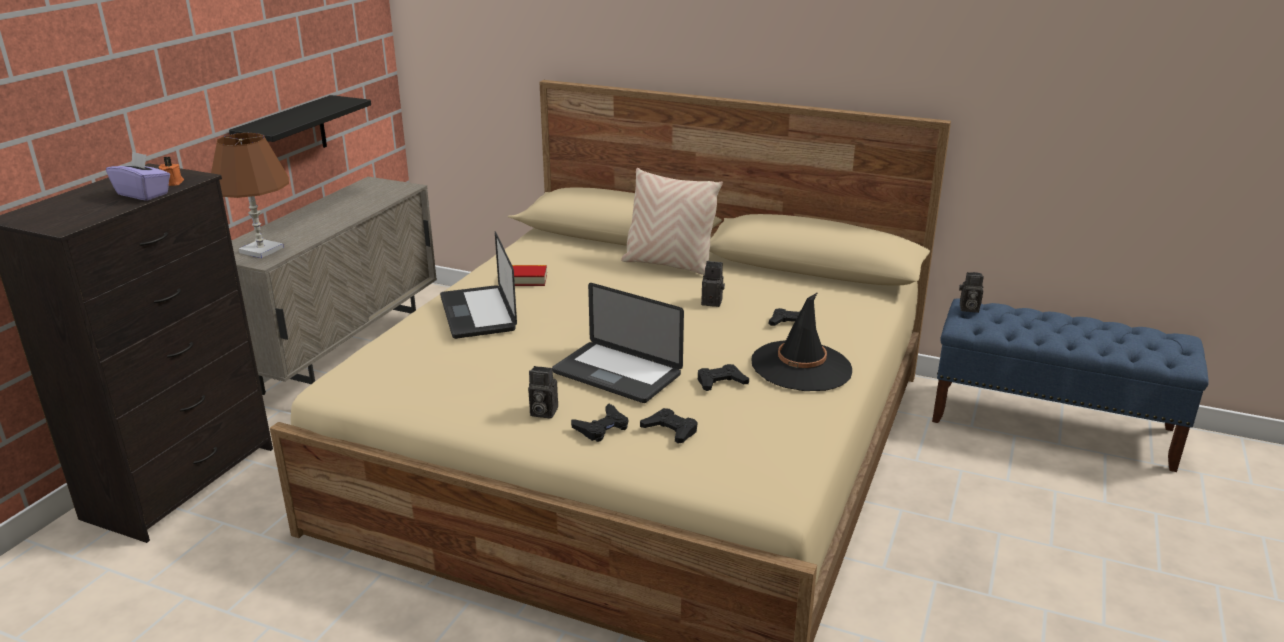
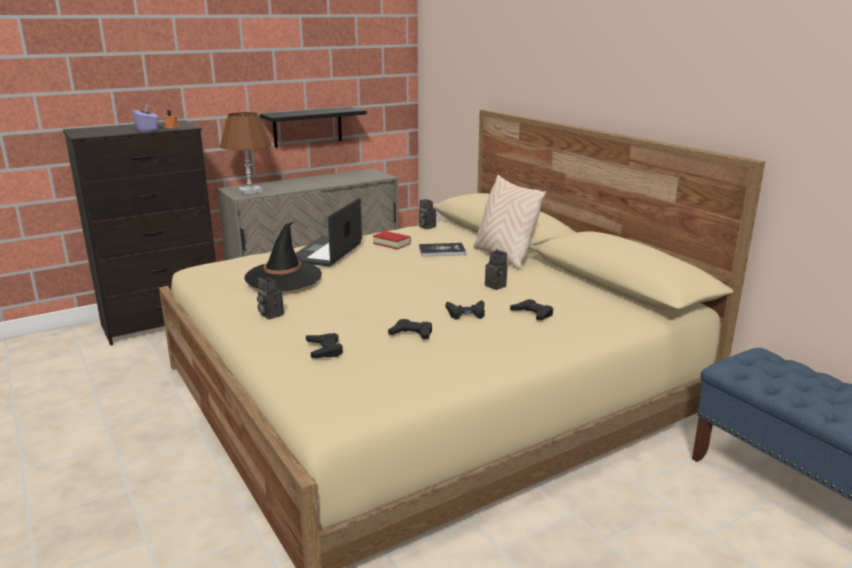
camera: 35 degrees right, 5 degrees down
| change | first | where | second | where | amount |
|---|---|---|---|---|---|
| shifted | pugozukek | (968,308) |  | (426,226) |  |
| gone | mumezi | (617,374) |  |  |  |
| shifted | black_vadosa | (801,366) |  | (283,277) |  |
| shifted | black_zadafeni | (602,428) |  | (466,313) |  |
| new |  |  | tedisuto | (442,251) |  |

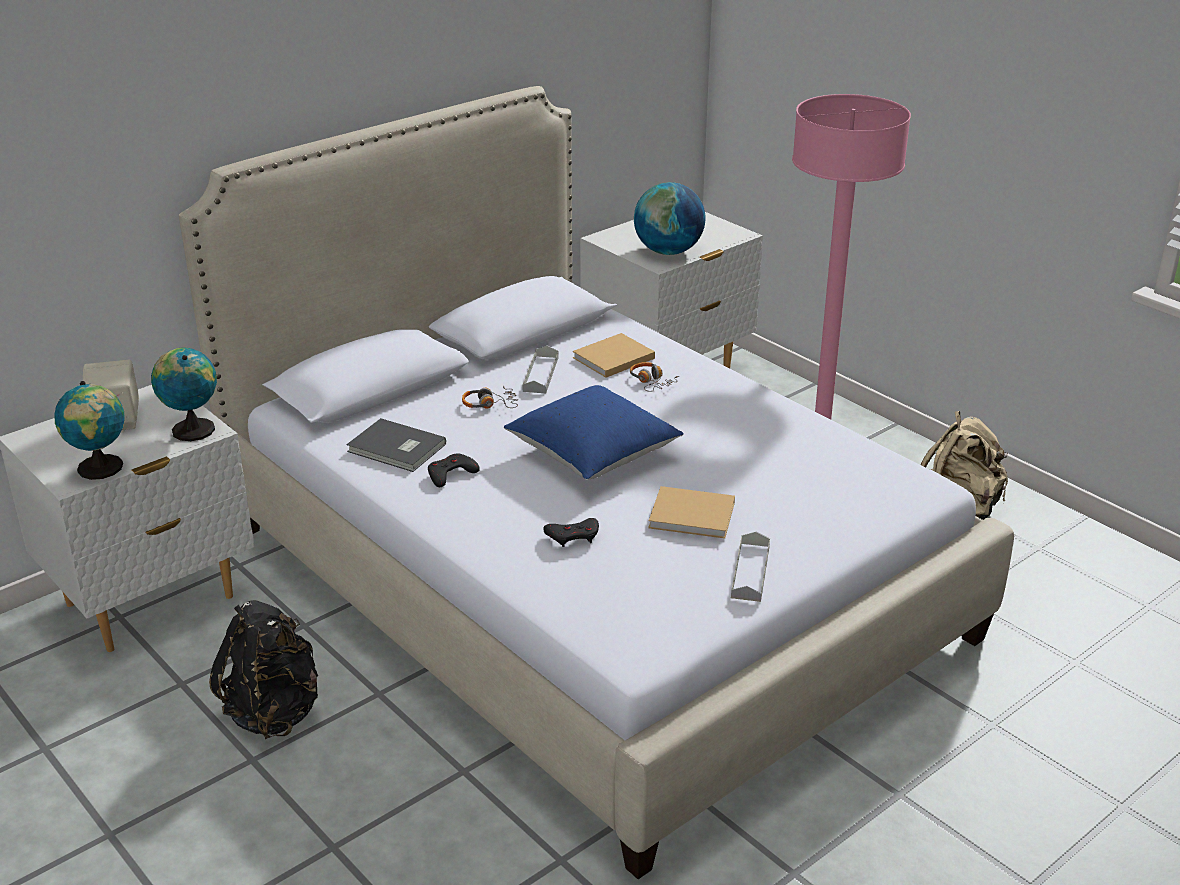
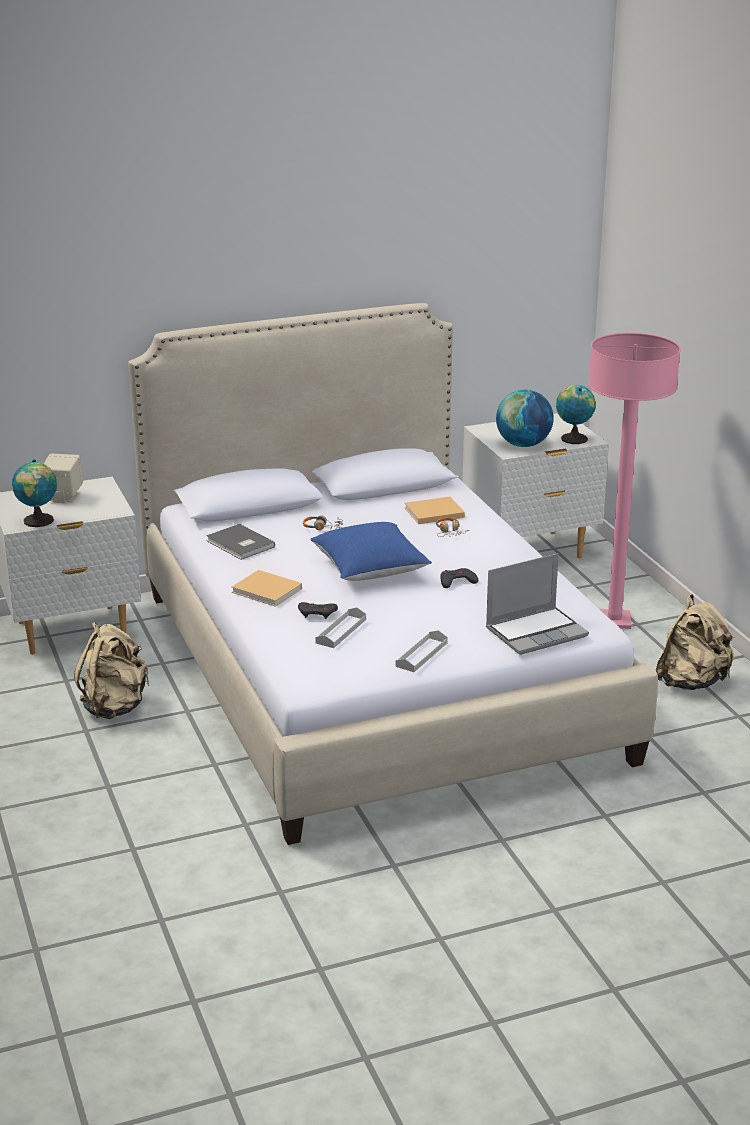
camera: 20 degrees right, 5 degrees down
| change | first | where | second | where | amount |
|---|---|---|---|---|---|
| shifted | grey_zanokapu | (540,374) |  | (341,631) |  |
| shifted | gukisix | (191,429) |  | (573,438) |  |
| shifted | black_zadafeni | (451,474) |  | (457,581) |  |
| shifted | beige_tedisuto | (694,516) |  | (268,591) |  |
| repainted | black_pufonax | (274,711) | beige_pufonax | (115,707) |  |
| new |  |  | mumezi | (536,632) |  |

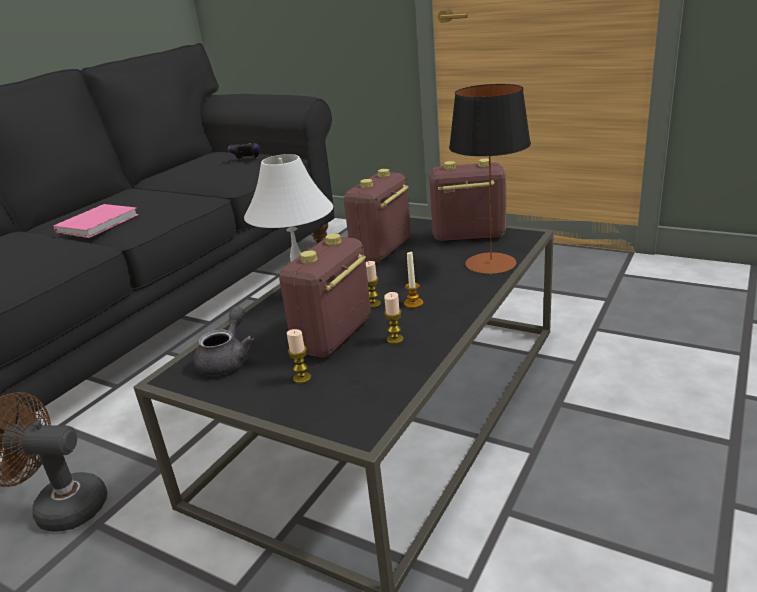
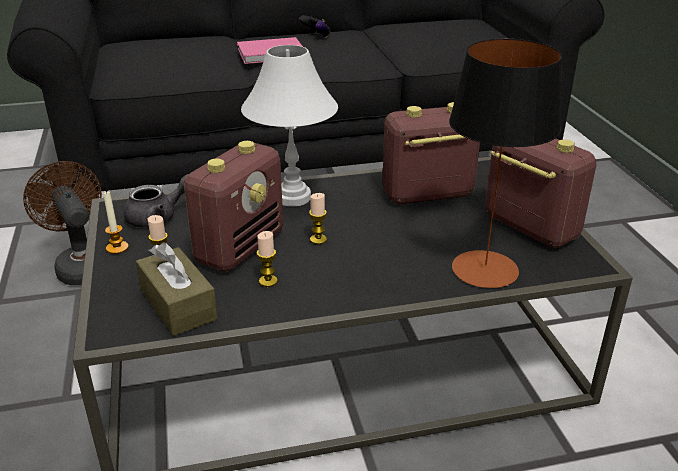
camera: 45 degrees right, 5 degrees up
| change | first | where | second | where | amount |
|---|---|---|---|---|---|
| shifted | zadafeni | (247,160) |  | (316,37) |  |
| rotated | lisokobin | (333,337) |  | (240,247) | 135 degrees clockwise |
| shifted | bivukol | (413,303) |  | (117,248) |  |
| new |  |  | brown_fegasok | (178,305) |  |

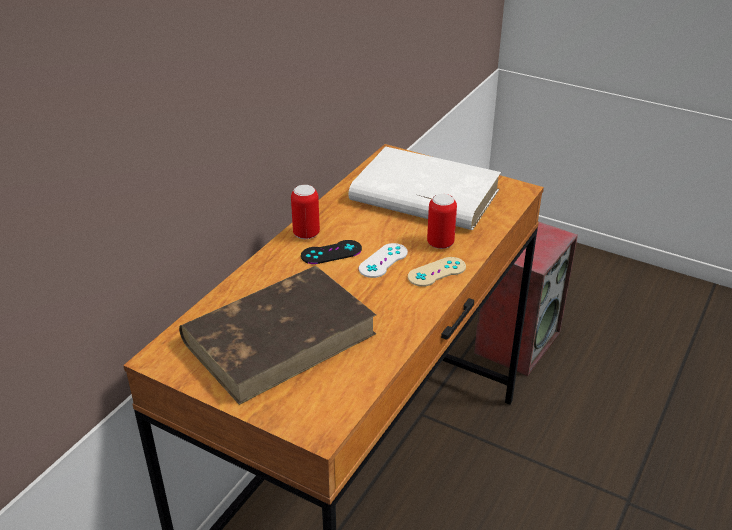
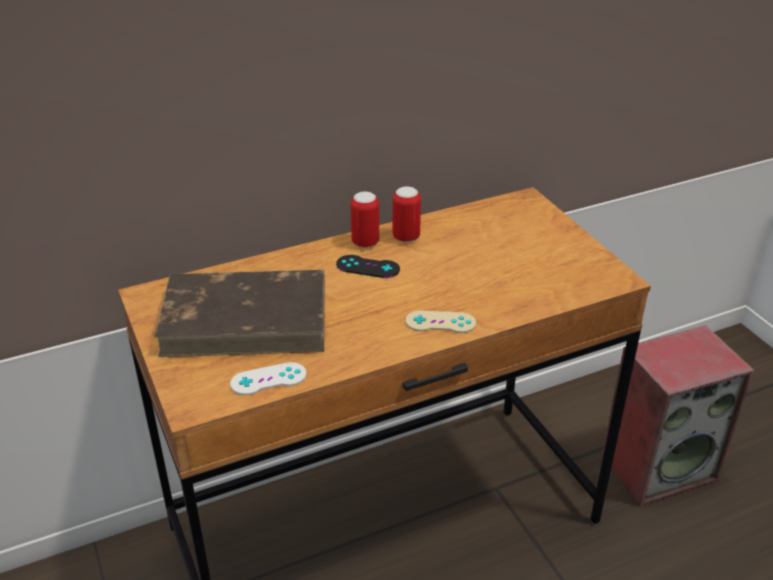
camera: 35 degrees right, 0 degrees up
| change | first | where | second | where | amount |
|---|---|---|---|---|---|
| gone | white_tedisuto | (423,196) |  |  |  |
| shifted | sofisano | (440,243) |  | (406,237) |  |
| shifted | white_zadafeni | (383,261) |  | (268,379) |  |

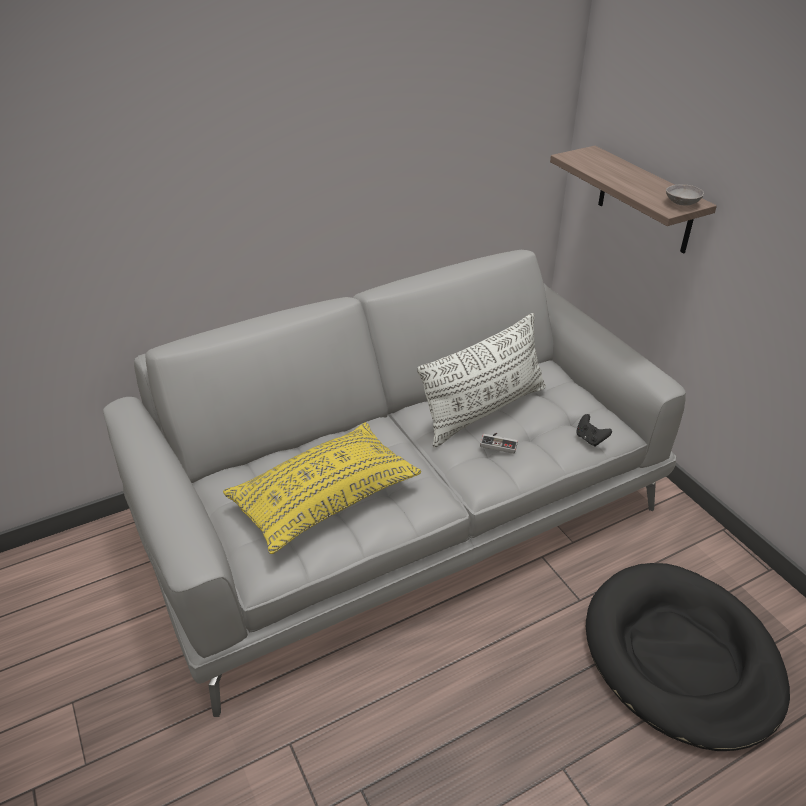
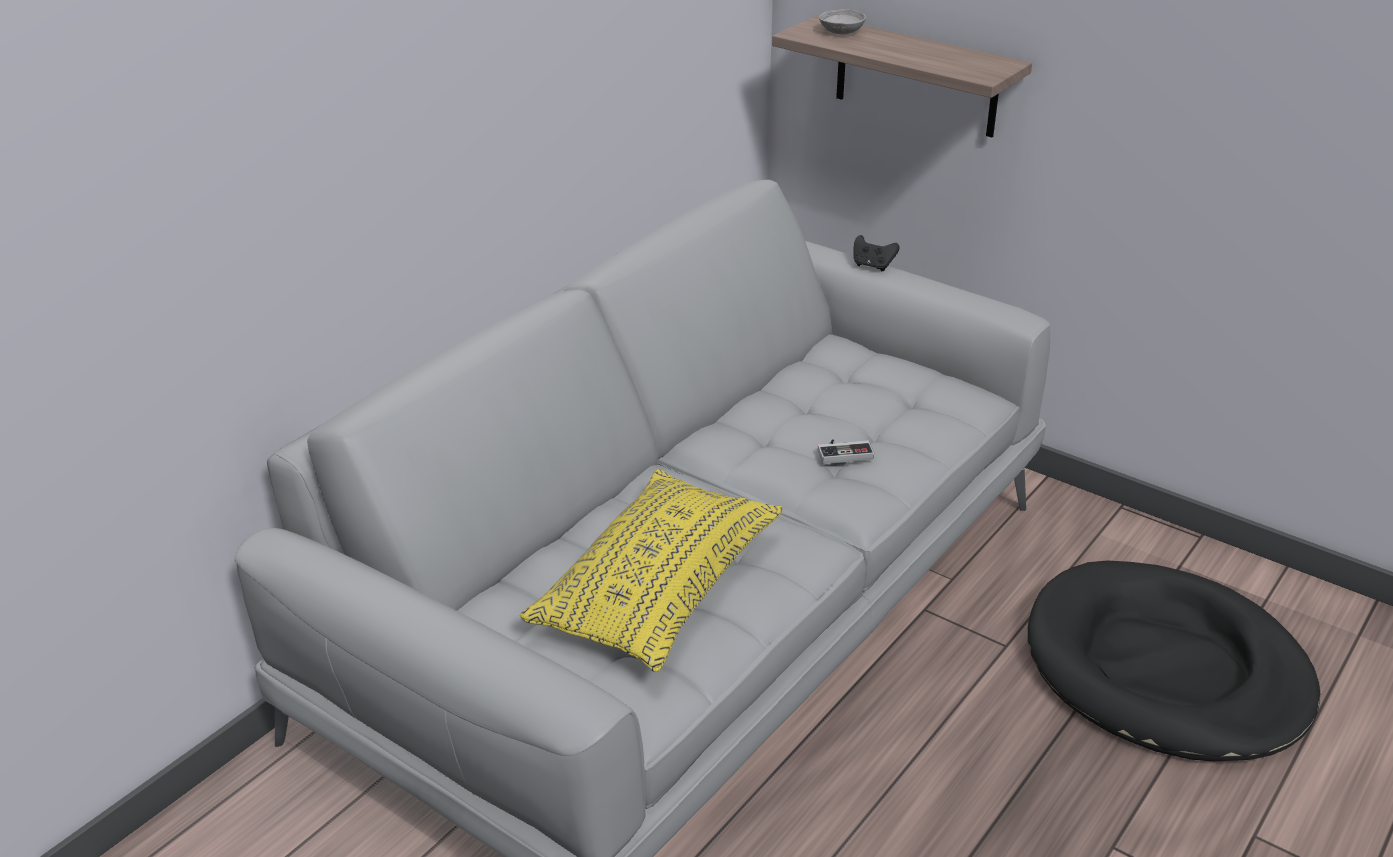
camera: 25 degrees left, 5 degrees down
| change | first | where | second | where | amount |
|---|---|---|---|---|---|
| shifted | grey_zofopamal | (682,203) |  | (841,32) |  |
| gone | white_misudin | (484,411) |  |  |  |
| shifted | black_zadafeni | (590,439) |  | (872,266) |  |

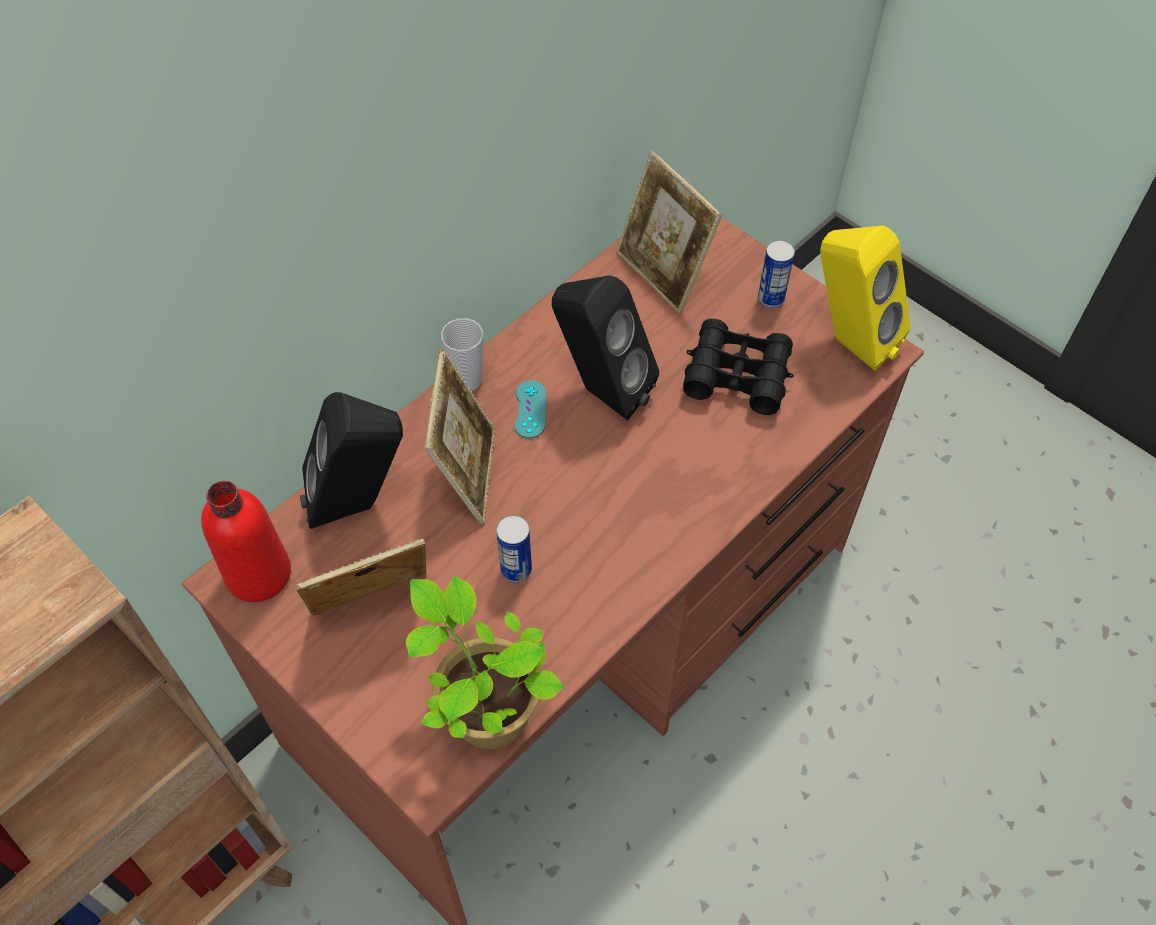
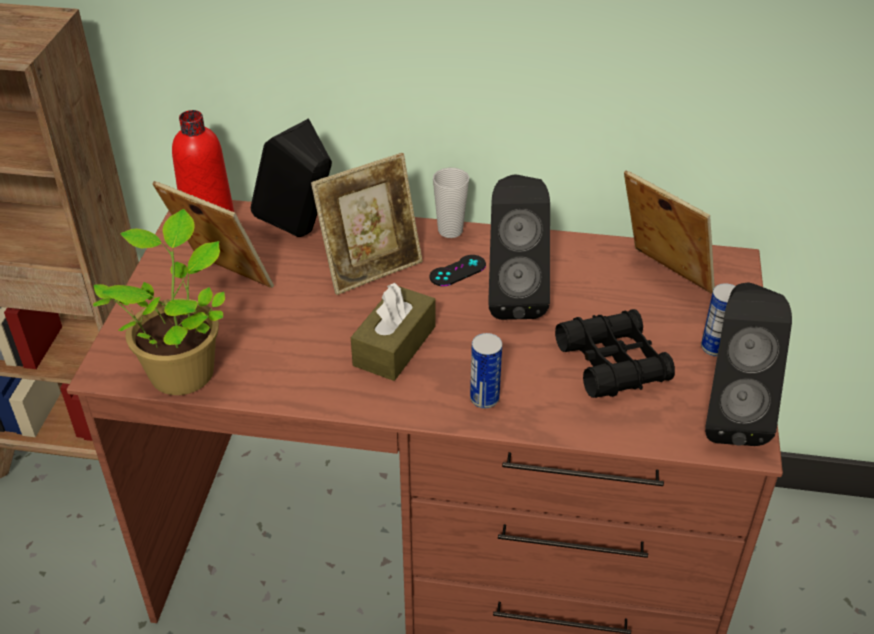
camera: 55 degrees right, 15 degrees down
| change | first | where | second | where | amount |
|---|---|---|---|---|---|
| rotated | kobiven | (662,274) |  | (662,277) | 120 degrees clockwise |
| repainted | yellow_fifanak | (848,341) | black_fifanak | (729,415) |  |
| repainted | turquoise_zadafeni | (530,409) | black_zadafeni | (457,271) |  |
| shifted | sofisano | (516,569) |  | (484,399) |  |
| new |  |  | brown_fegasok | (394,346) |  |

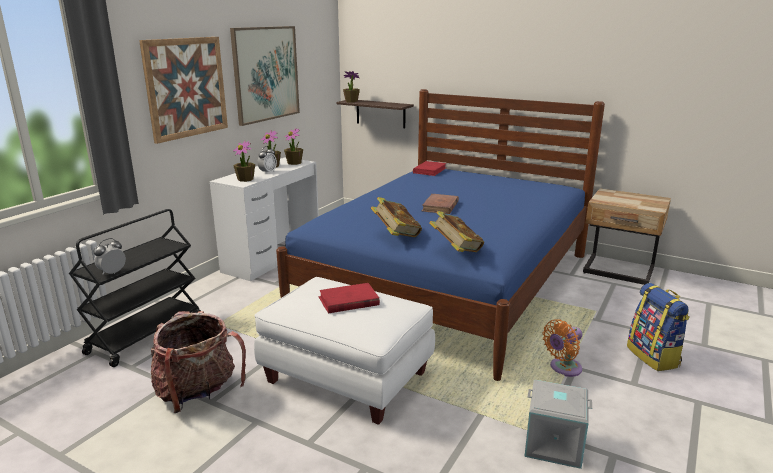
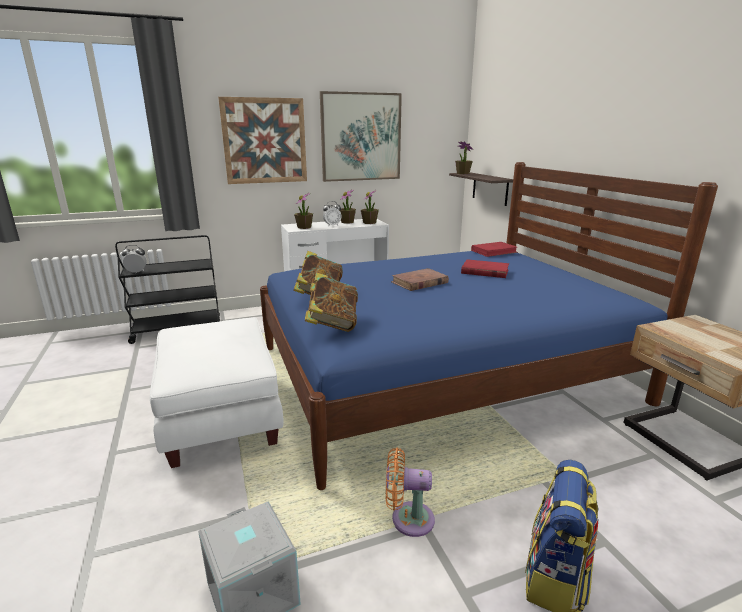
camera: 40 degrees right, 0 degrees up
| change | first | where | second | where | amount |
|---|---|---|---|---|---|
| shifted | red_tedisuto | (348,301) |  | (484,271) |  |
| gone | pufonax | (198,394) |  |  |  |

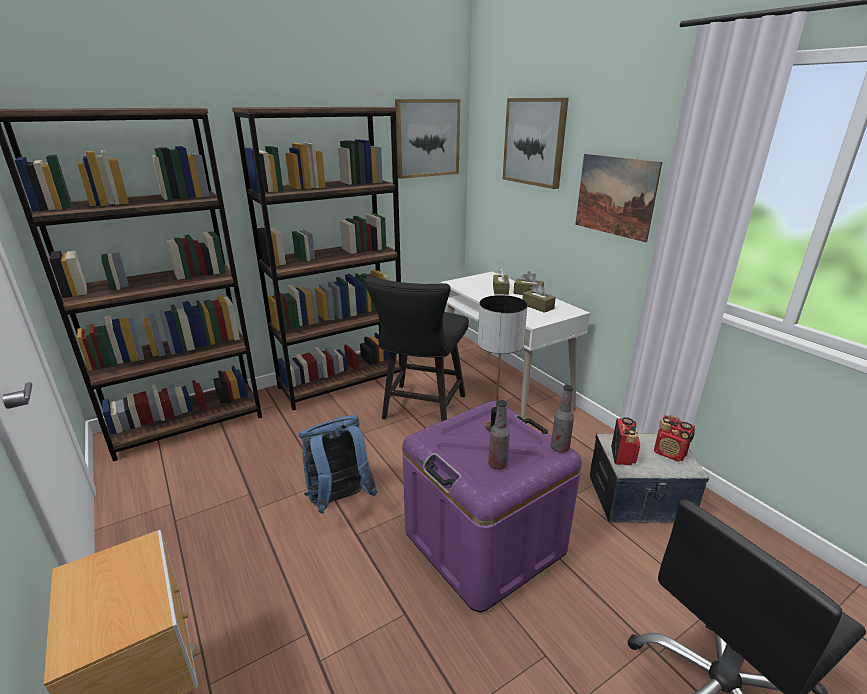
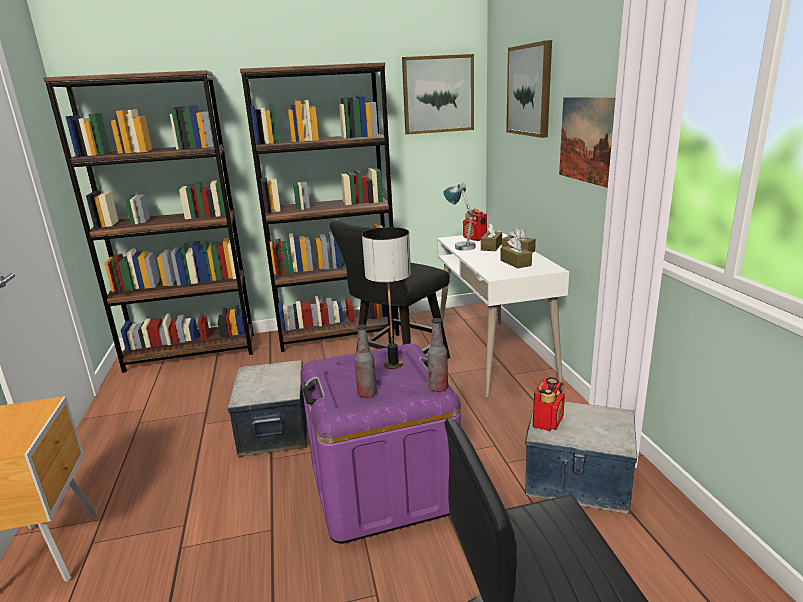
camera: 20 degrees right, 5 degrees down
| change | first | where | second | where | amount |
|---|---|---|---|---|---|
| swapped | blue_pufonax | (339,501) | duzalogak | (274,429) |  |
| shifted | lisokobin | (670,453) |  | (475,239) |  |
| new |  |  | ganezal | (460,245) |  |

